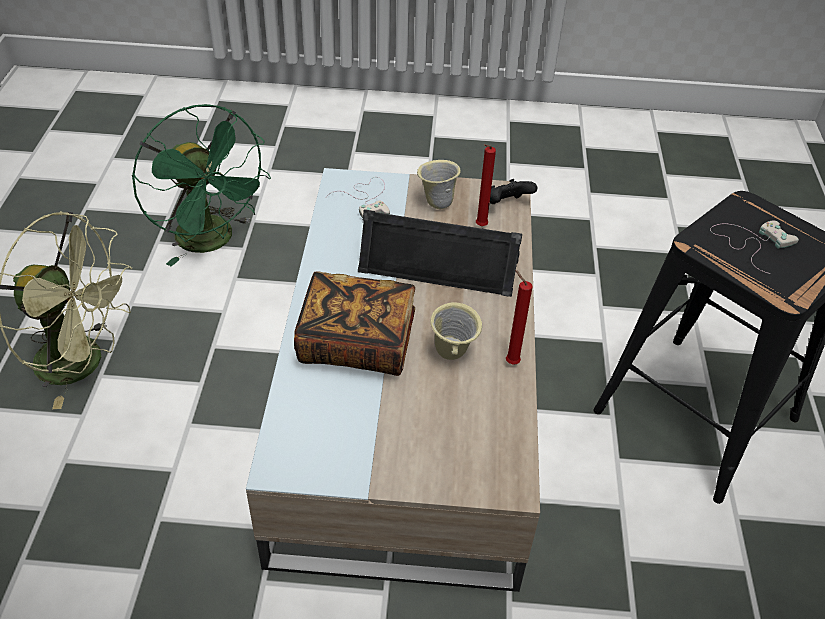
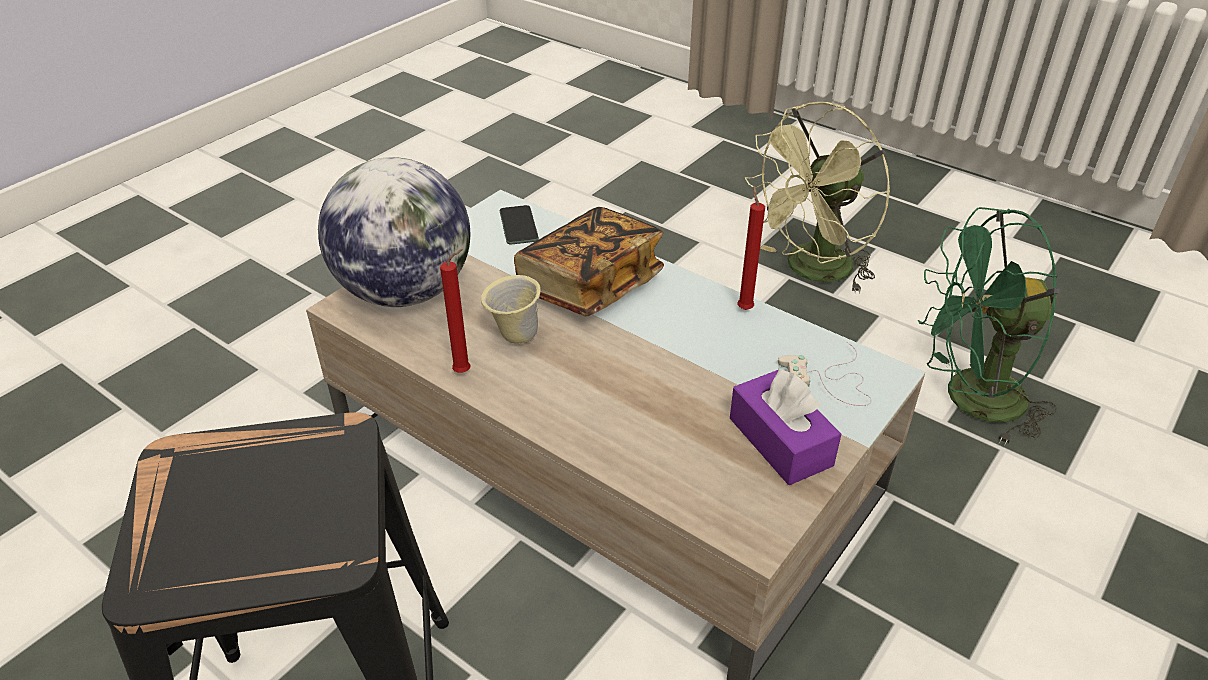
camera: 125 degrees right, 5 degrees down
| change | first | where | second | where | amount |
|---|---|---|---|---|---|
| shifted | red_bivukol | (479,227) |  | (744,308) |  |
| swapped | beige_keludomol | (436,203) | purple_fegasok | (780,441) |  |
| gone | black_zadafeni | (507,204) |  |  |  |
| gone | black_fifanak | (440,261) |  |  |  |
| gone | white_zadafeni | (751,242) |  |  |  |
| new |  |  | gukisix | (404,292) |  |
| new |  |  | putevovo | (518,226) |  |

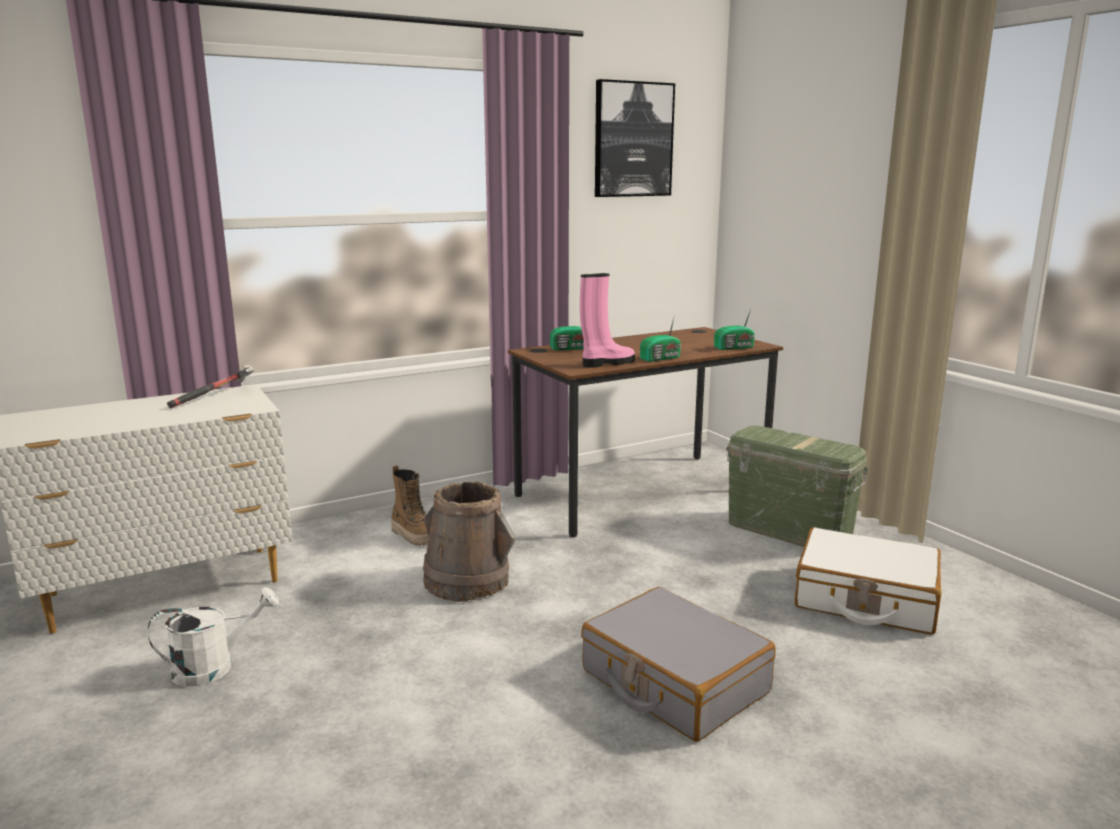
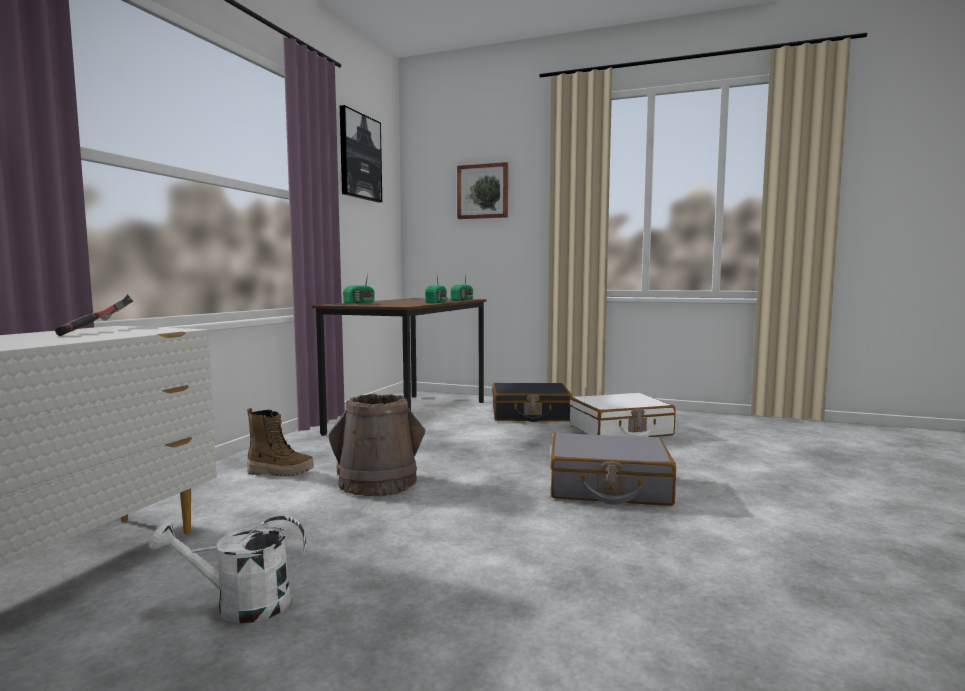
camera: 40 degrees left, 10 degrees down
| change | first | where | second | where | amount |
|---|---|---|---|---|---|
| gone | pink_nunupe | (607,363) |  |  |  |
| swapped | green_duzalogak | (789,530) | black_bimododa | (530,415) |  |
| rotated | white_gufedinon | (214,667) |  | (240,605) | 120 degrees counterclockwise |
| new |  |  | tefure | (483,191) |  |

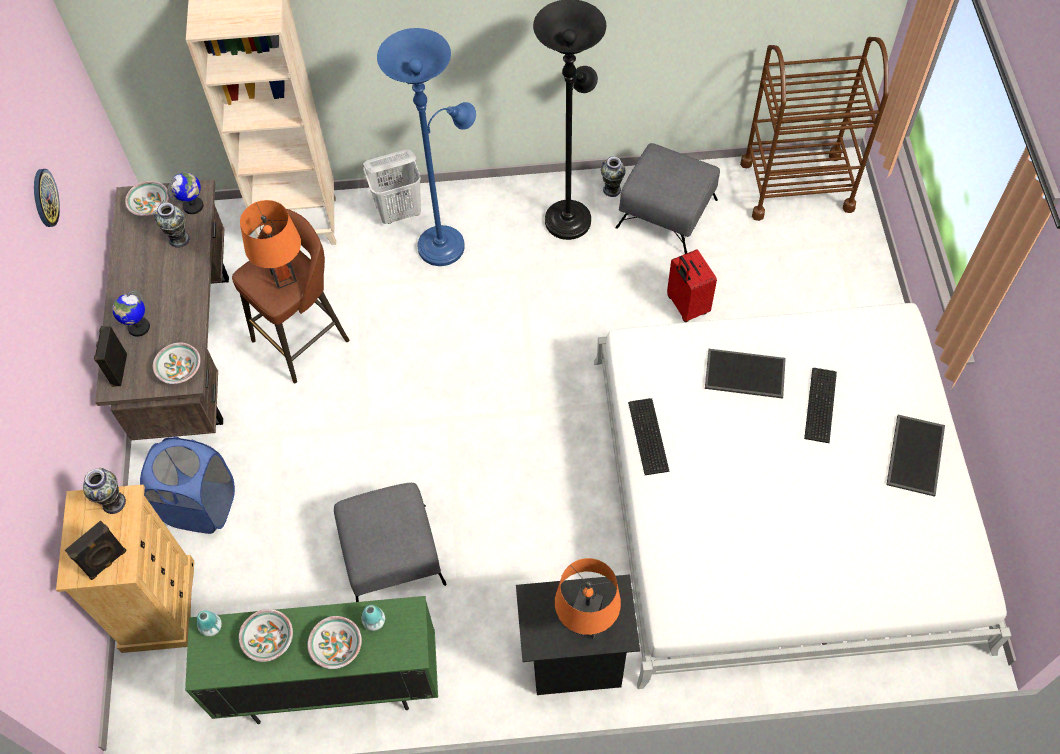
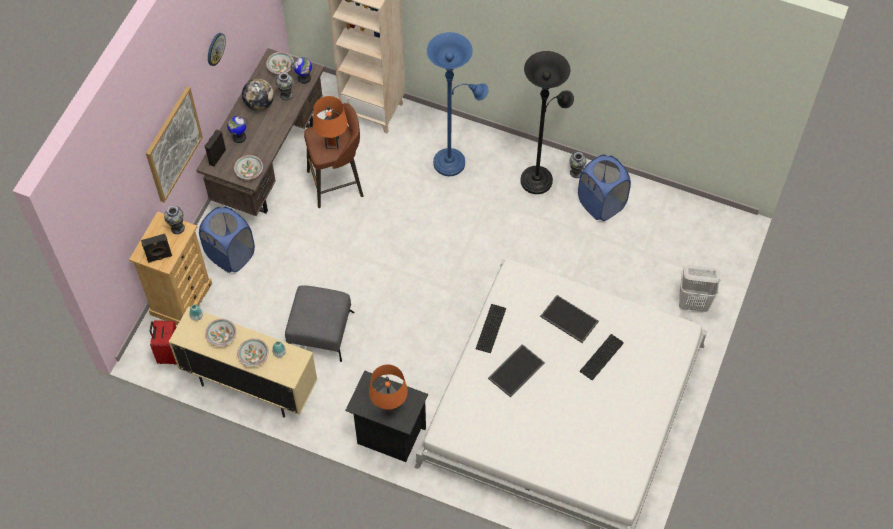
camera: 25 degrees right, 0 degrees up
| change | first | where | second | where | amount |
|---|---|---|---|---|---|
| gone | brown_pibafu | (796,185) |  |  |  |
| swapped | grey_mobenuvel | (667,214) | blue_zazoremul | (601,203) |  |
| shifted | white_zazoremul | (399,212) |  | (693,303) |  |
| shifted | red_bimododa | (686,306) |  | (169,353) |  |
| shifted | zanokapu | (914,454) |  | (516,370) |  |
| repainted | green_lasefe | (332,686) | beige_lasefe | (250,386) |  |
| new |  |  | gukisix | (259,104) |  |
| new |  |  | tefure | (173,144) |  |

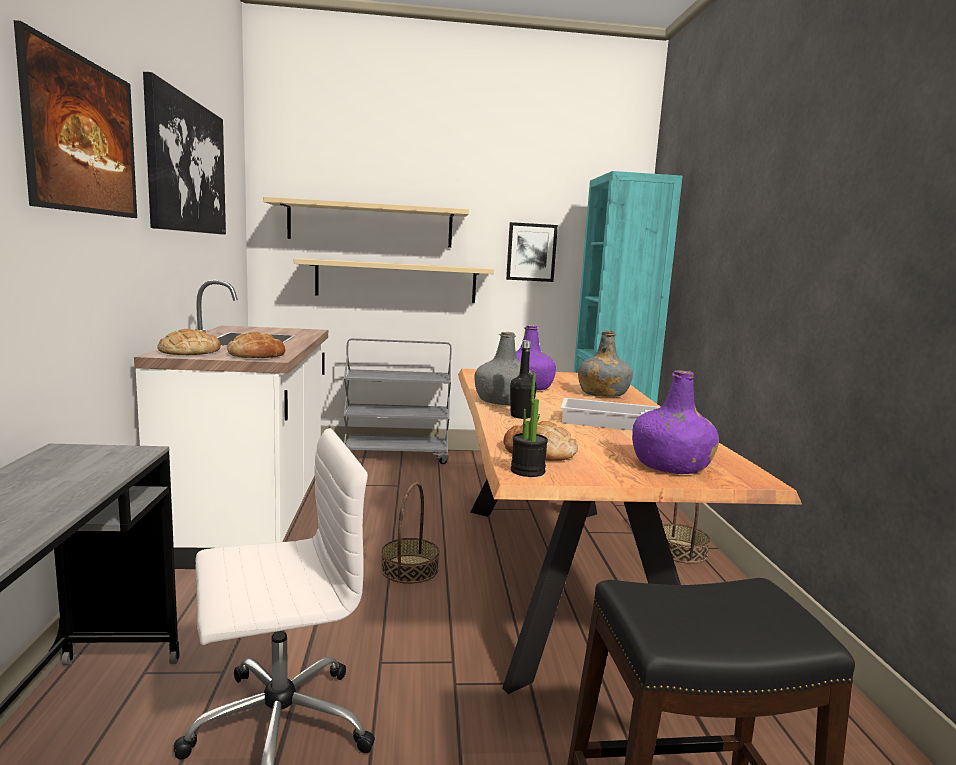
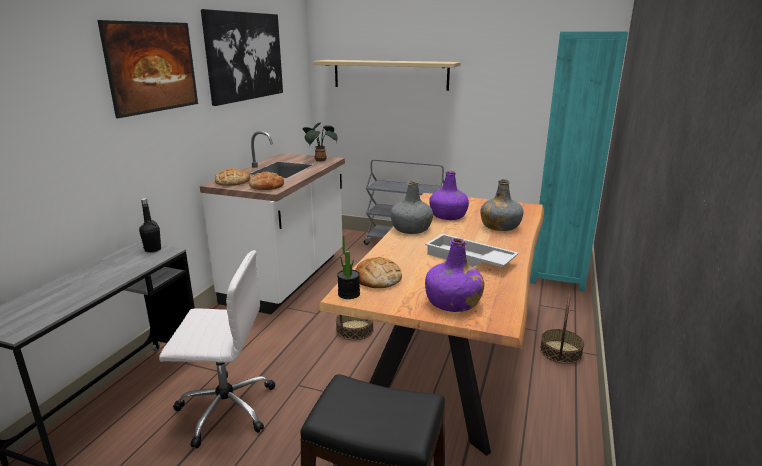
camera: 25 degrees right, 10 degrees up
| change | first | where | second | where | amount |
|---|---|---|---|---|---|
| gone | tefure | (531,252) |  |  |  |
| gone | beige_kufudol | (396,281) |  |  |  |
| shifted | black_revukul | (521,416) |  | (153,250) |  |
| new |  |  | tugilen | (319,160) |  |

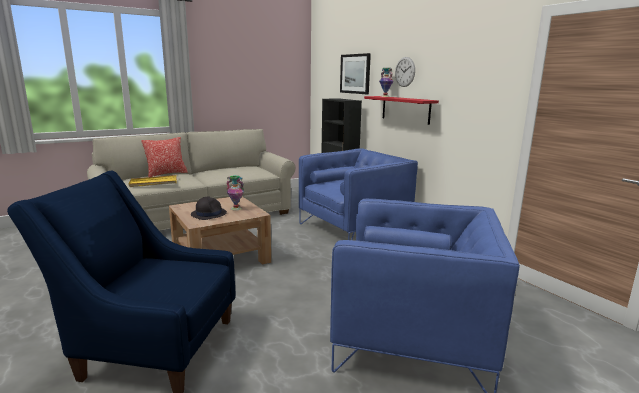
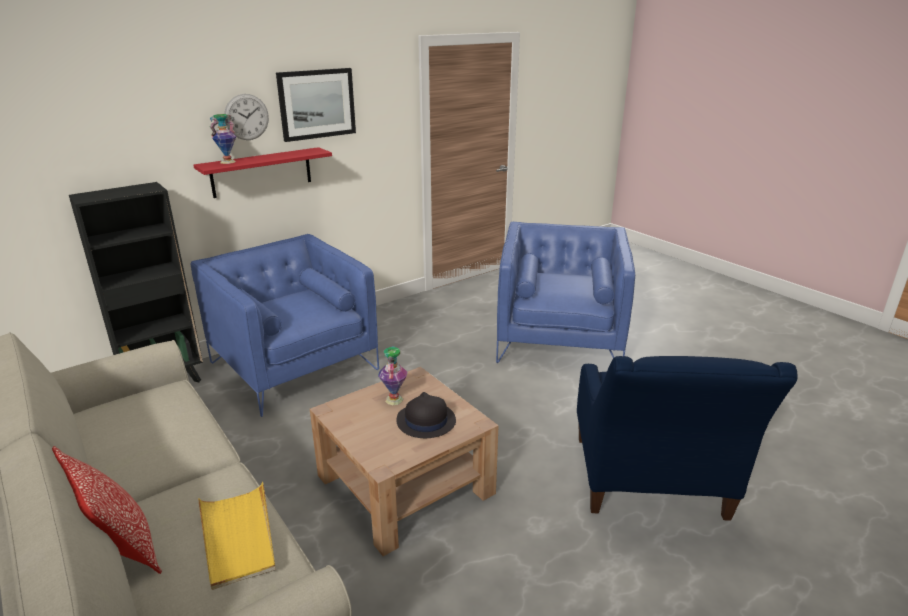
camera: 95 degrees left, 10 degrees up
| change | first | where | second | where | amount |
|---|---|---|---|---|---|
| shifted | tefure | (355,74) |  | (317,104) |  |

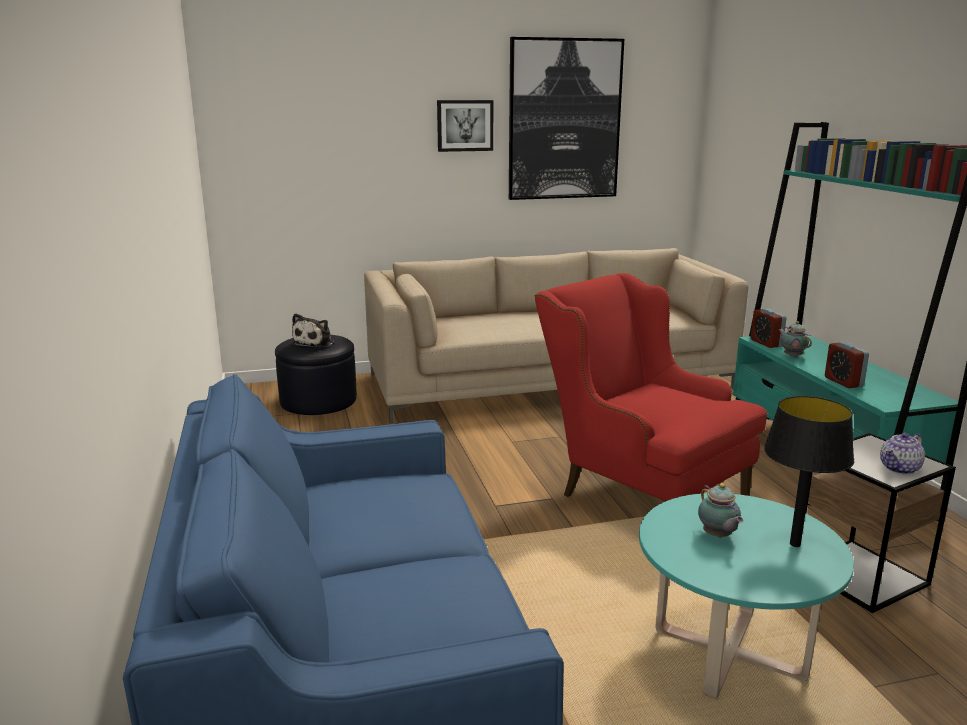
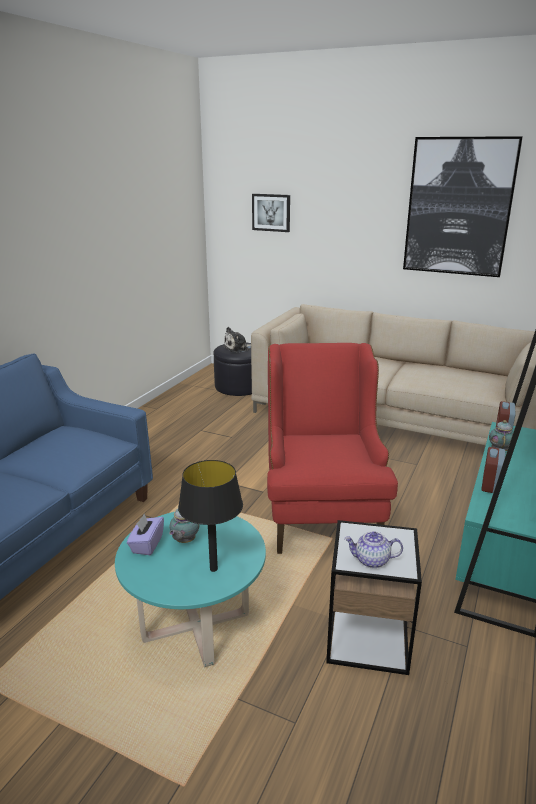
camera: 40 degrees right, 5 degrees up
| change | first | where | second | where | amount |
|---|---|---|---|---|---|
| shifted | tefure | (465,125) |  | (271,212) |  |
| new |  |  | purple_fegasok | (147,544) |  |

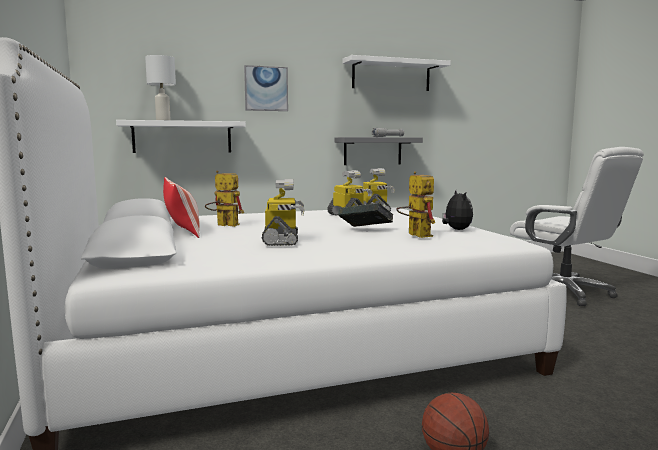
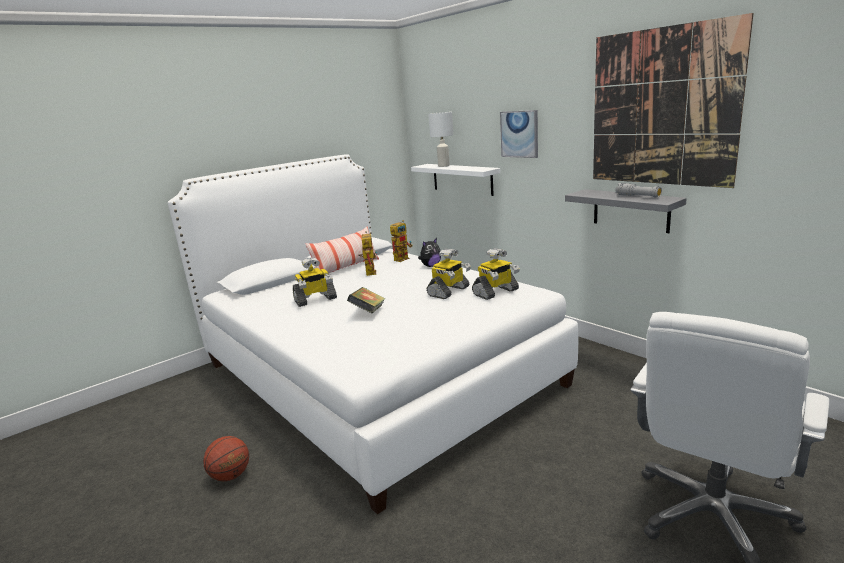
camera: 70 degrees right, 10 degrees up
| change | first | where | second | where | amount |
|---|---|---|---|---|---|
| swapped | white_kufudol | (391,75) | tefure | (661,108) |  |
| shifted | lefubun | (415,234) |  | (403,258) |  |
| shifted | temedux | (456,230) |  | (430,266) |  |

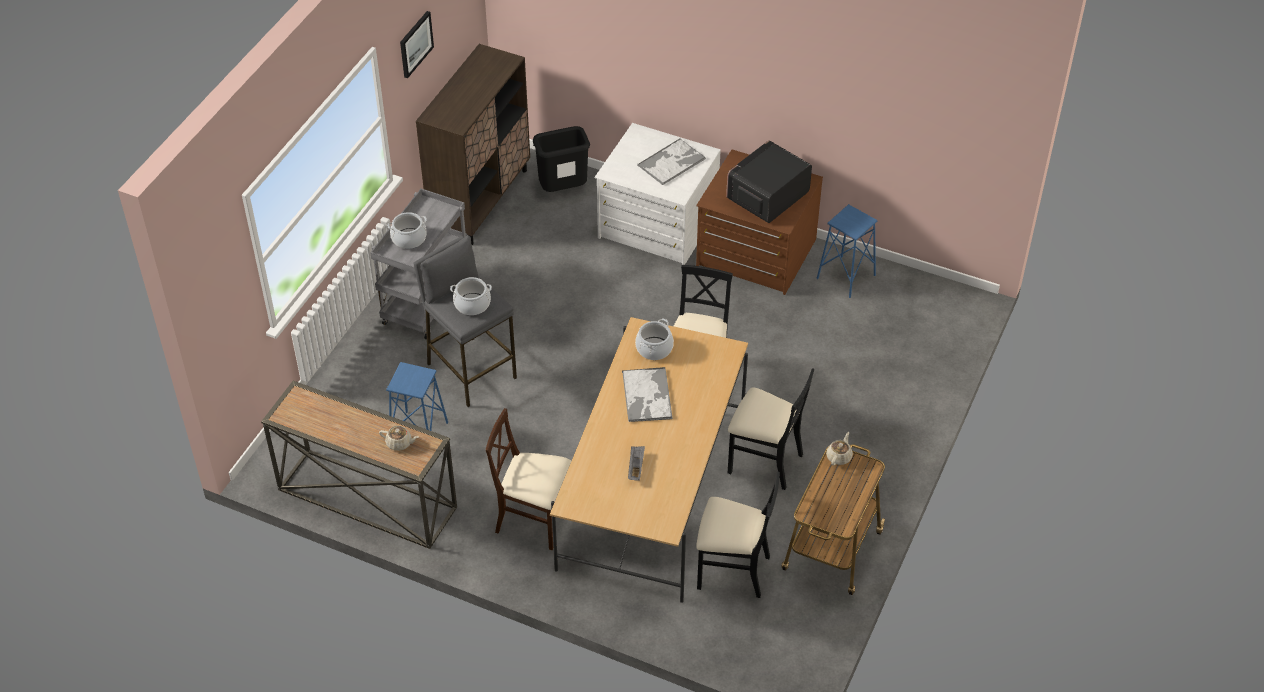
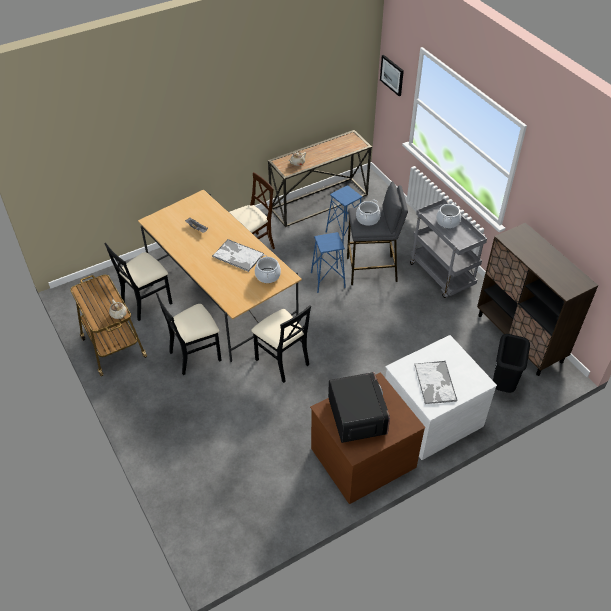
camera: 125 degrees right, 0 degrees up
| change | first | where | second | where | amount |
|---|---|---|---|---|---|
| shifted | tefure | (415,44) |  | (392,75) |  |
| shifted | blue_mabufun | (846,277) |  | (327,280) |  |

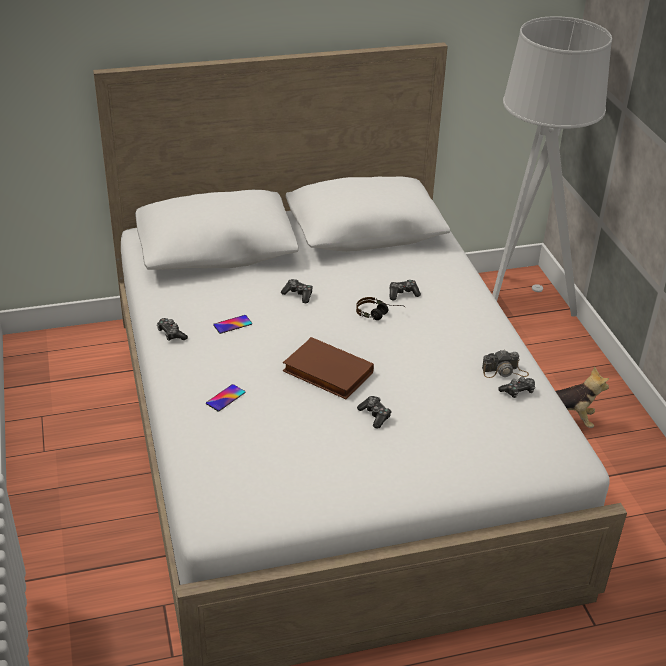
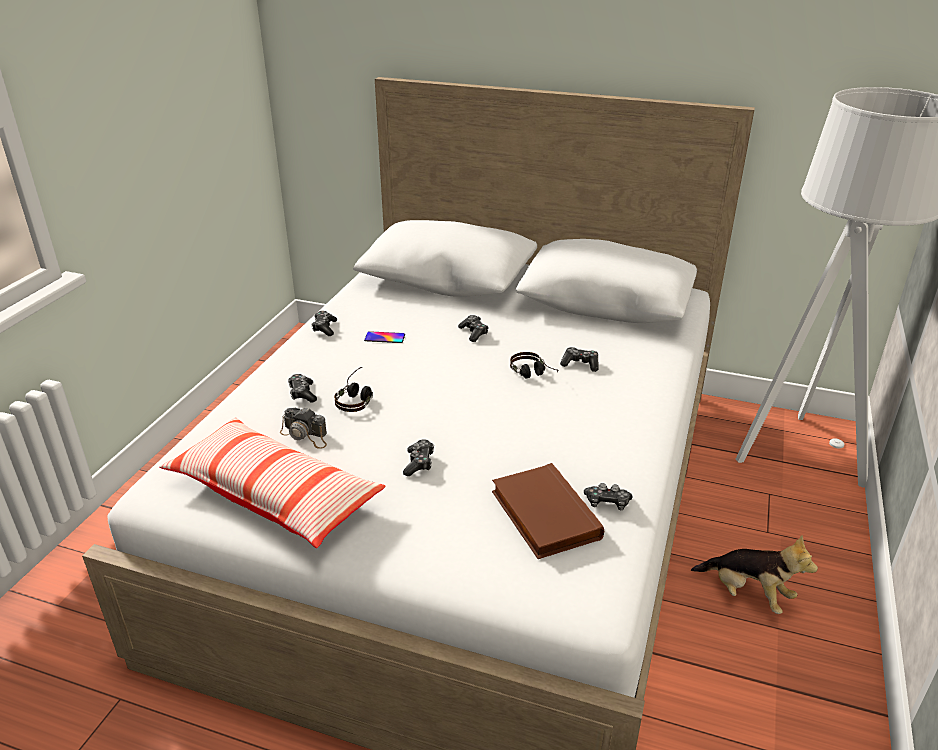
camera: 35 degrees right, 5 degrees down
| change | first | where | second | where | amount |
|---|---|---|---|---|---|
| shifted | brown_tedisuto | (326,373) |  | (542,515) |  |
| shifted | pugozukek | (504,371) |  | (305,435) |  |
| swapped | putevovo | (225,398) | zadafeni | (302,393) |  |
| new |  |  | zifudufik | (357,397) |  |
| new |  |  | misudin | (274,495) |  |

